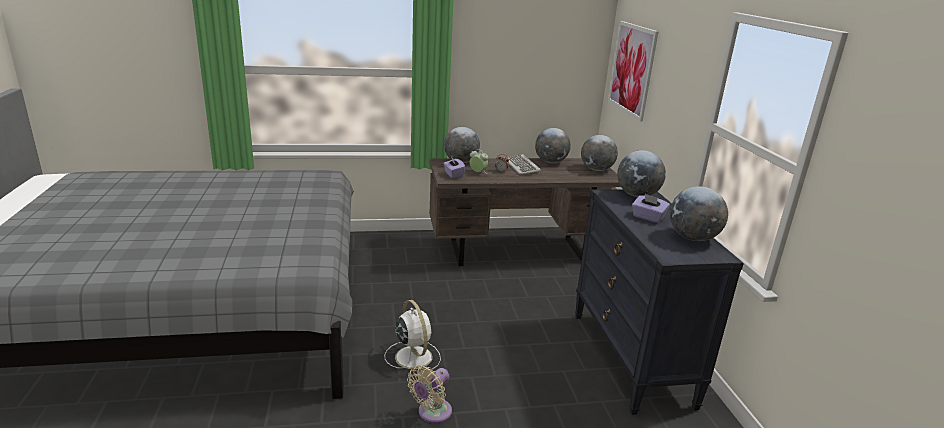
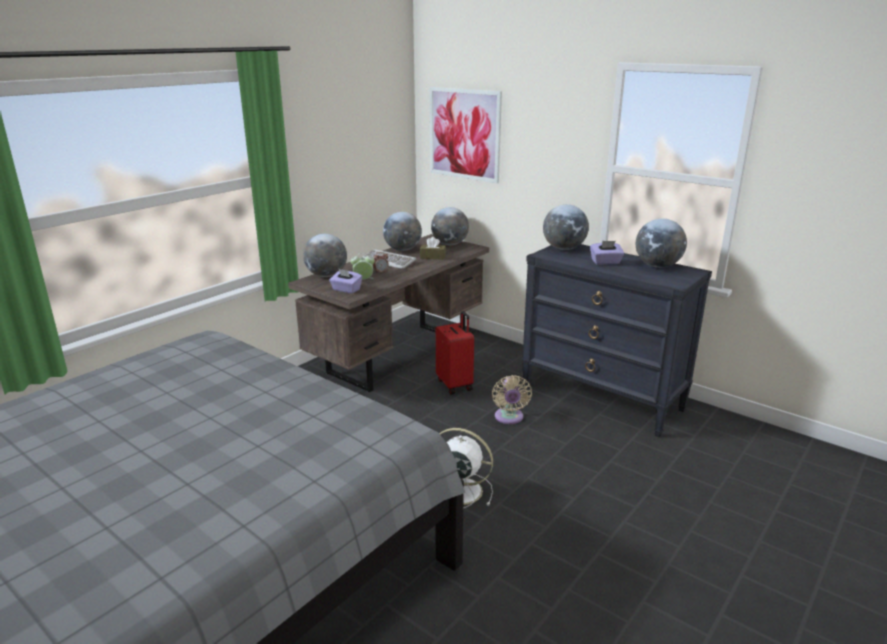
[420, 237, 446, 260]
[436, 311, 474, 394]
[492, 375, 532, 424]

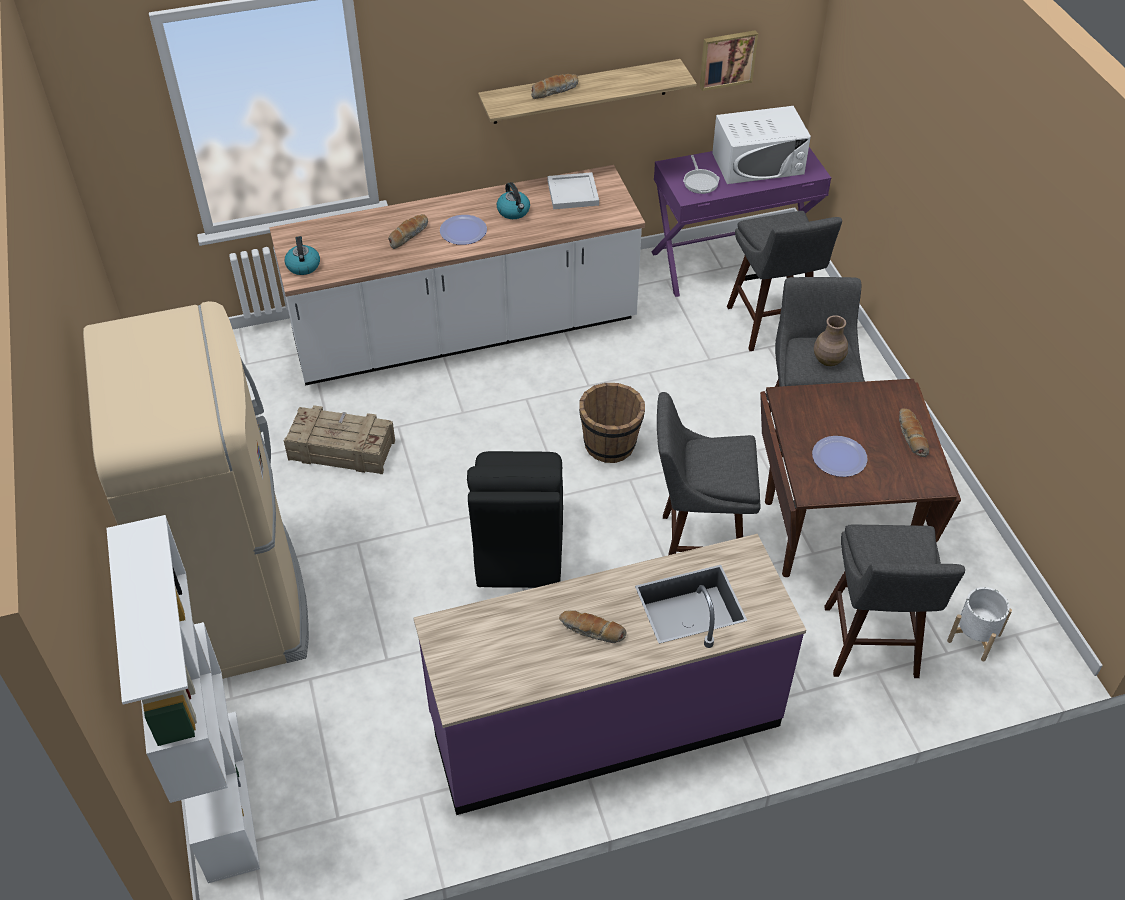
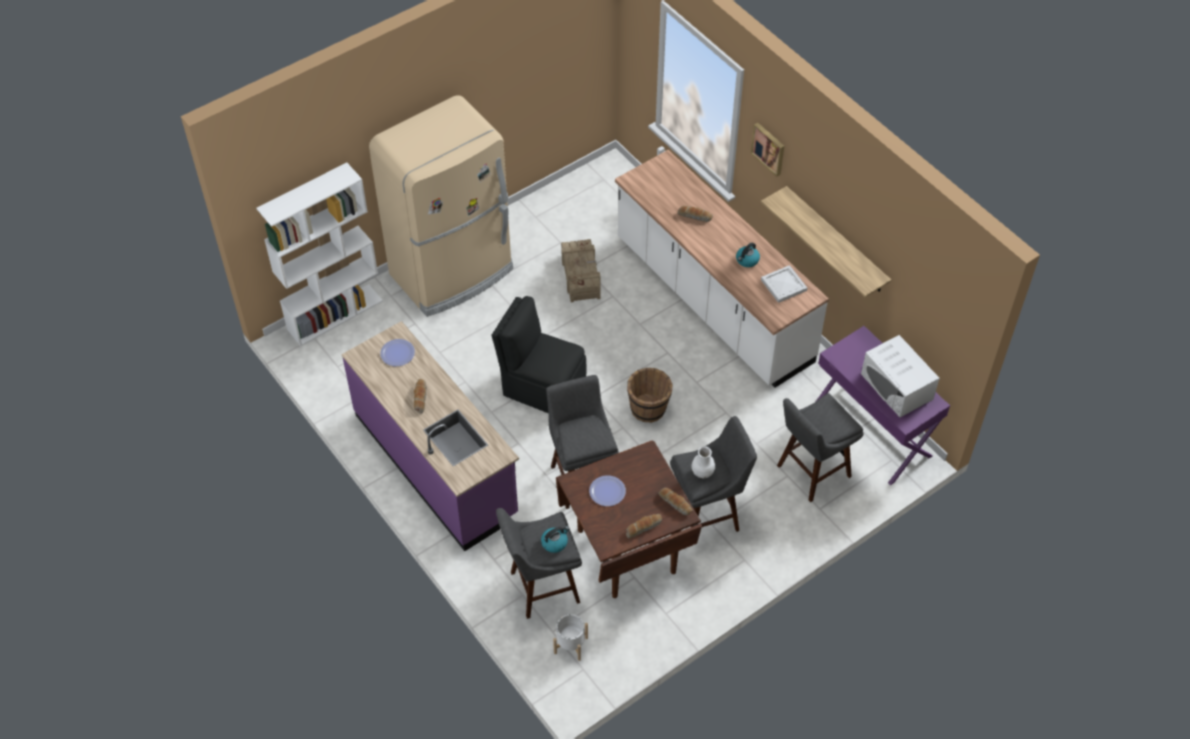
[683, 155, 720, 194] (first image)
[541, 526, 569, 553]
[380, 339, 415, 366]
[658, 488, 693, 515]
[751, 123, 784, 177]
[691, 446, 715, 479]
[491, 296, 586, 413]

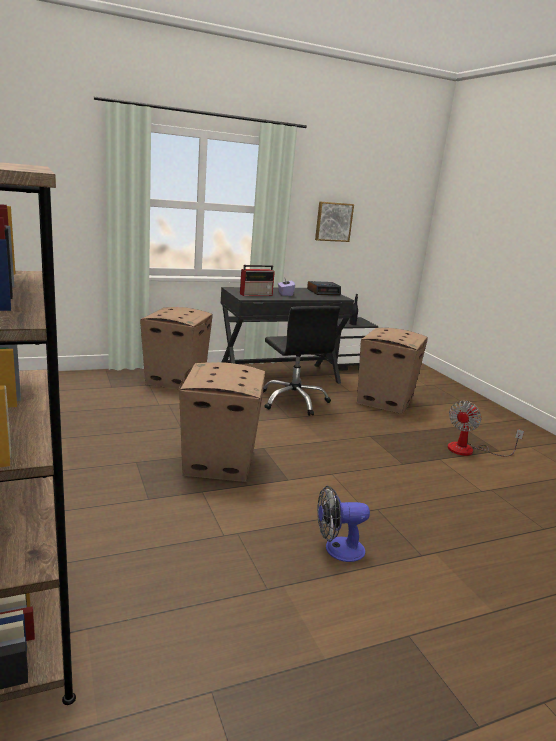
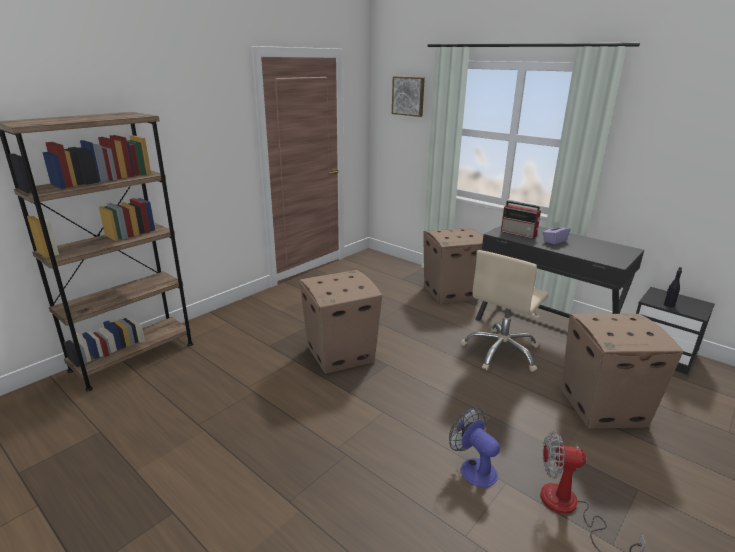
[307, 281, 341, 295] (first image)
[392, 76, 425, 117]
[449, 408, 500, 488]
[461, 250, 549, 372]

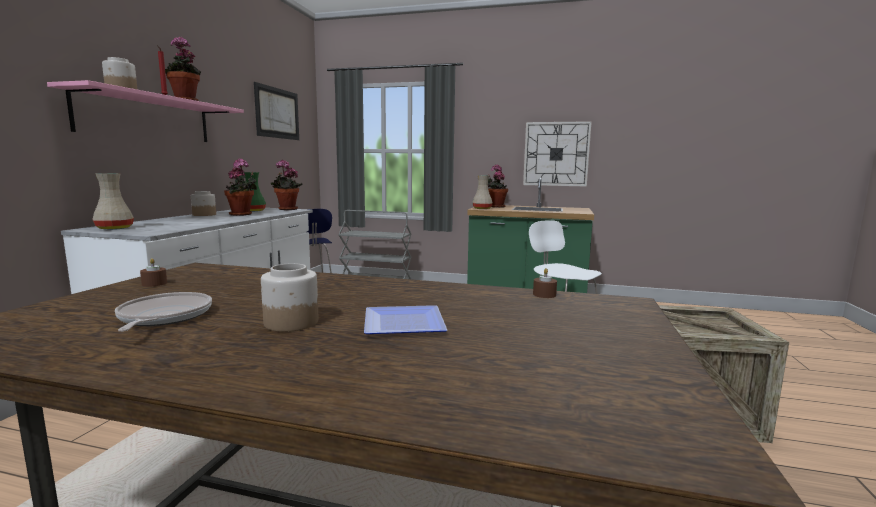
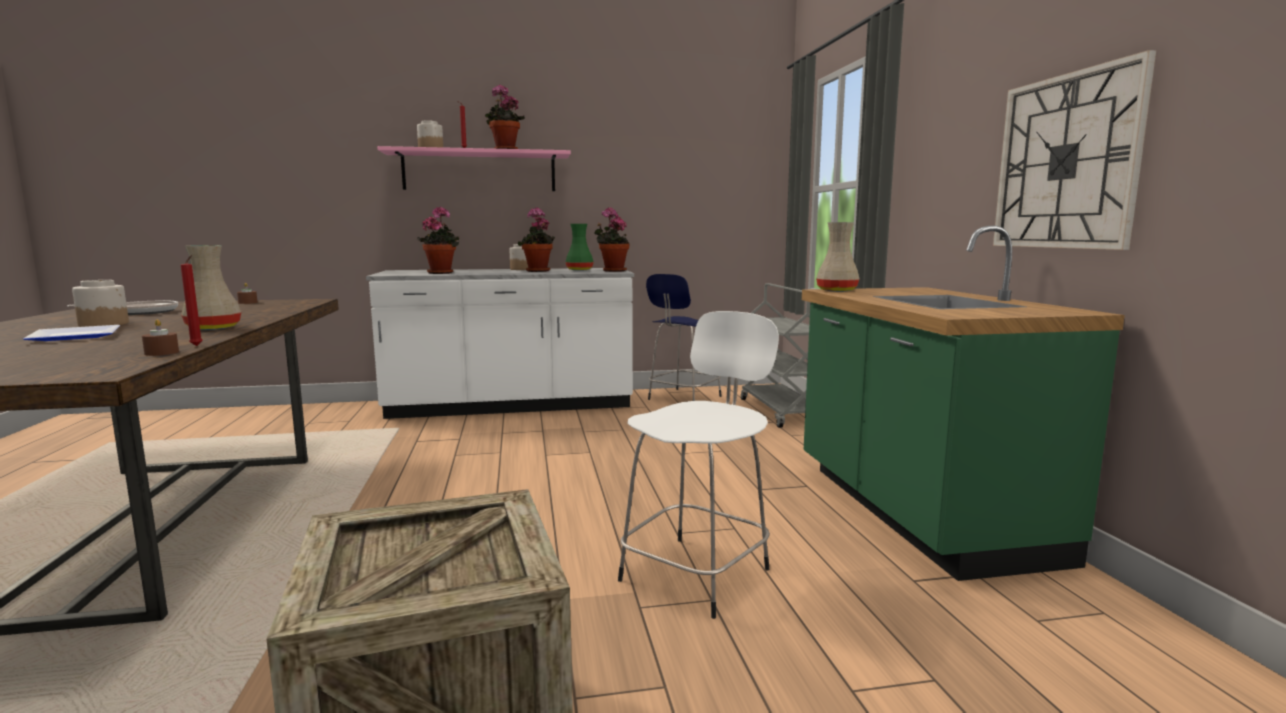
[254, 82, 299, 140] (first image)
[181, 255, 203, 346]
[181, 245, 241, 330]
[417, 206, 460, 274]

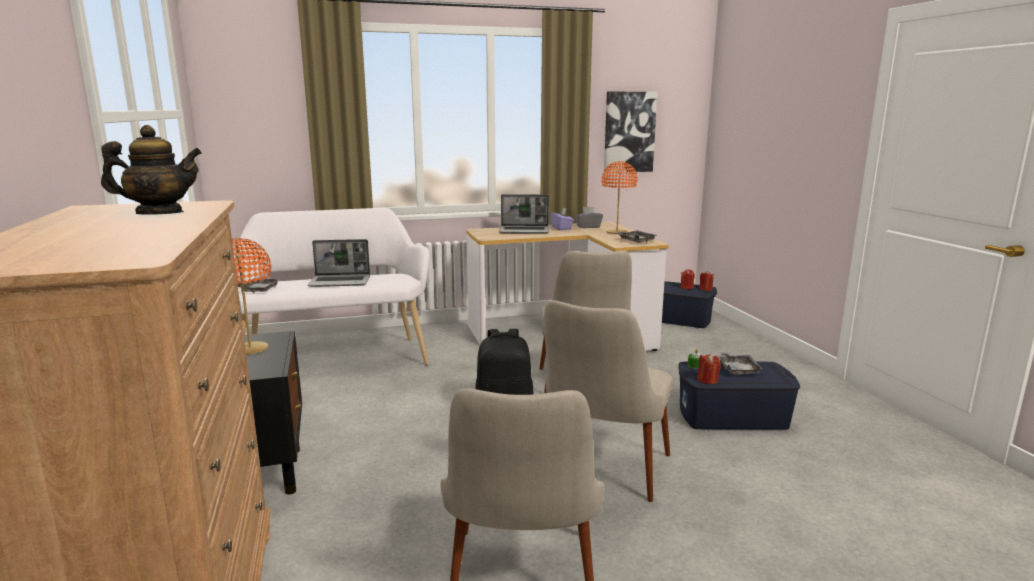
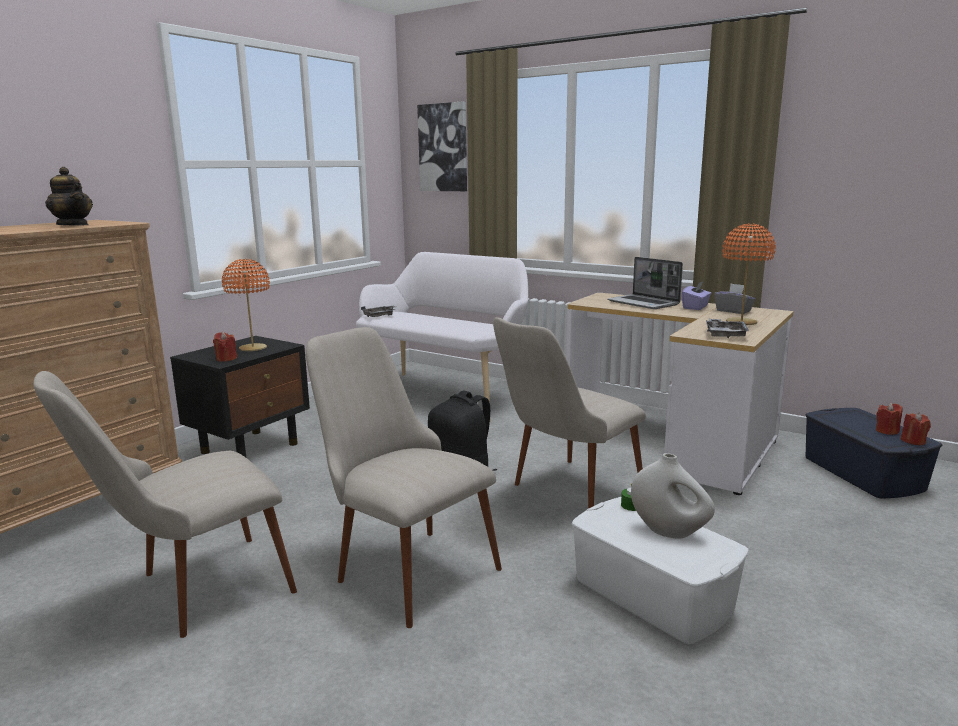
[308, 239, 370, 287] (first image)
[417, 101, 467, 191]
[213, 332, 237, 362]
[631, 453, 715, 539]
[572, 497, 749, 644]
[306, 327, 502, 628]

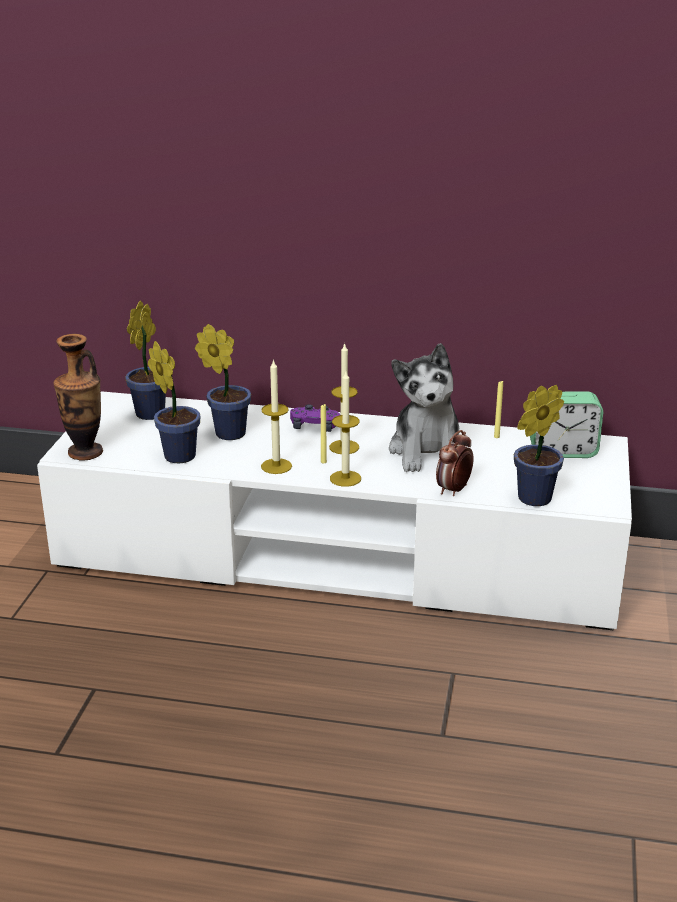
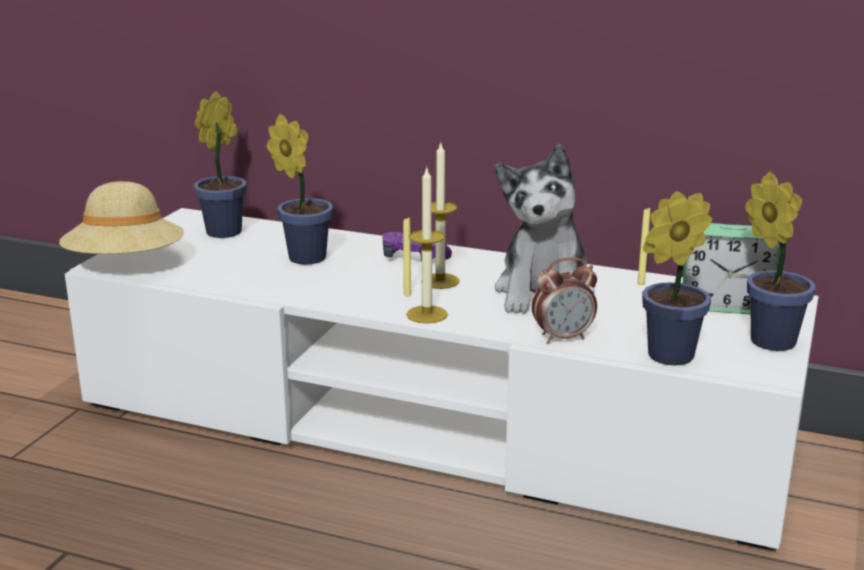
[261, 359, 292, 474] (first image)
[745, 172, 815, 351]
[59, 181, 184, 254]
[532, 257, 597, 344]

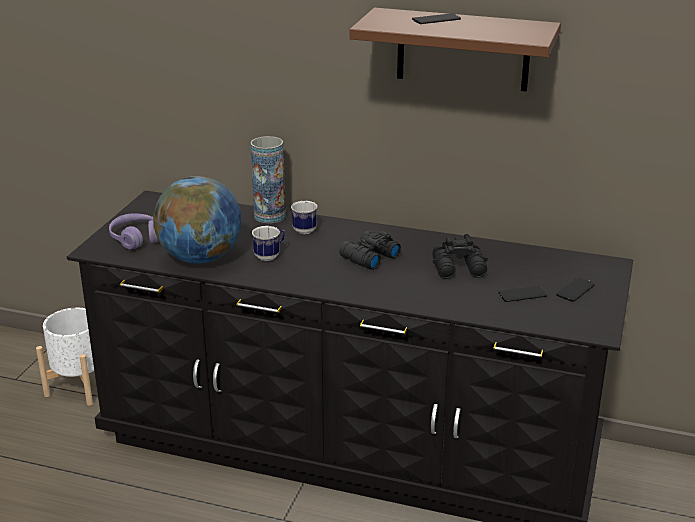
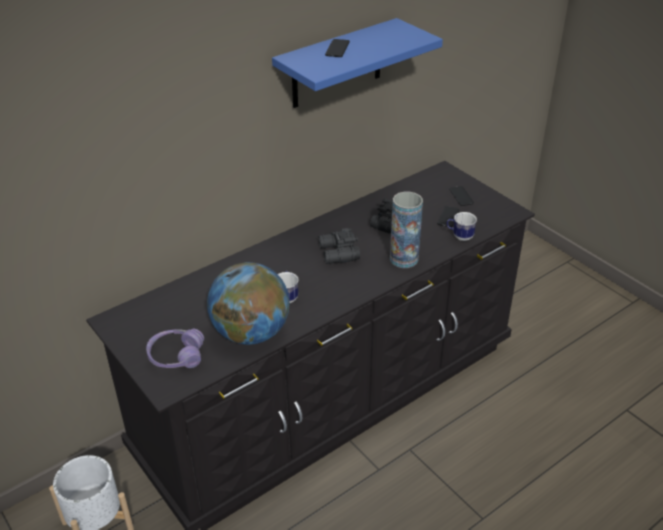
[390, 192, 423, 268]
[447, 212, 477, 241]
[272, 18, 443, 108]

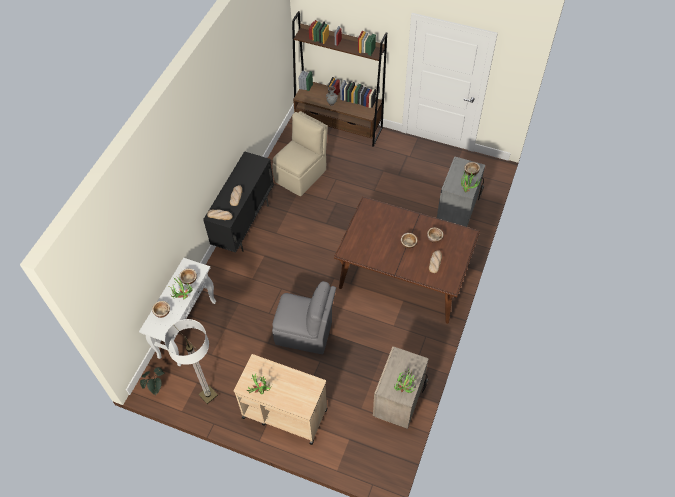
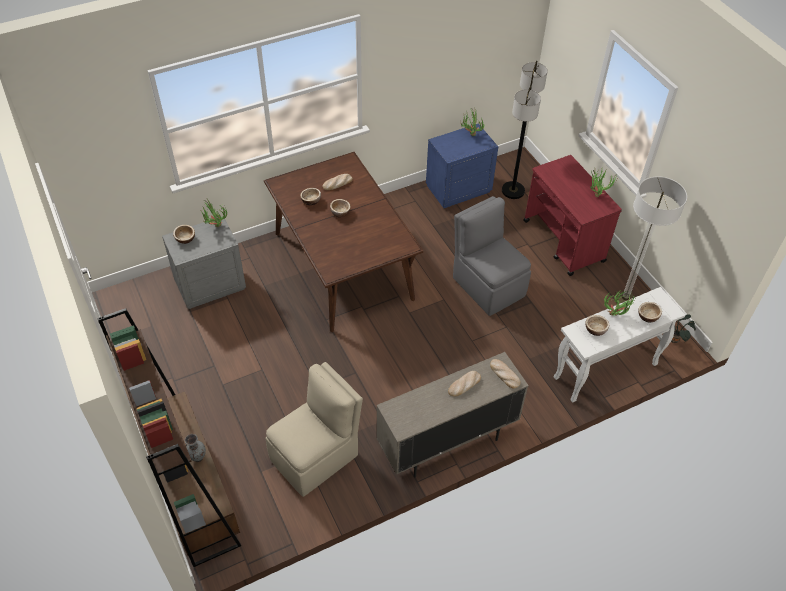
[502, 61, 548, 199]
[377, 352, 529, 478]
[523, 155, 622, 276]
[426, 123, 498, 208]
[265, 362, 363, 497]

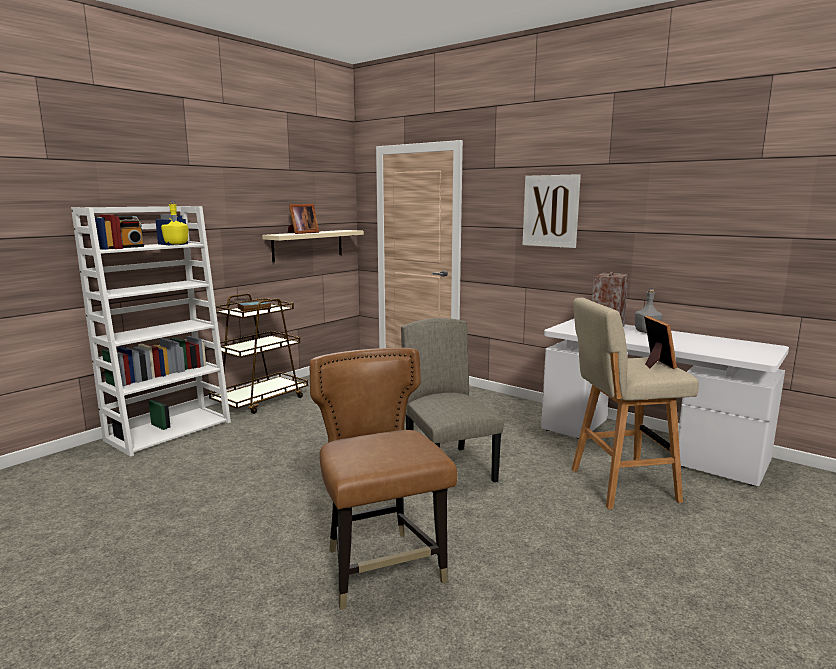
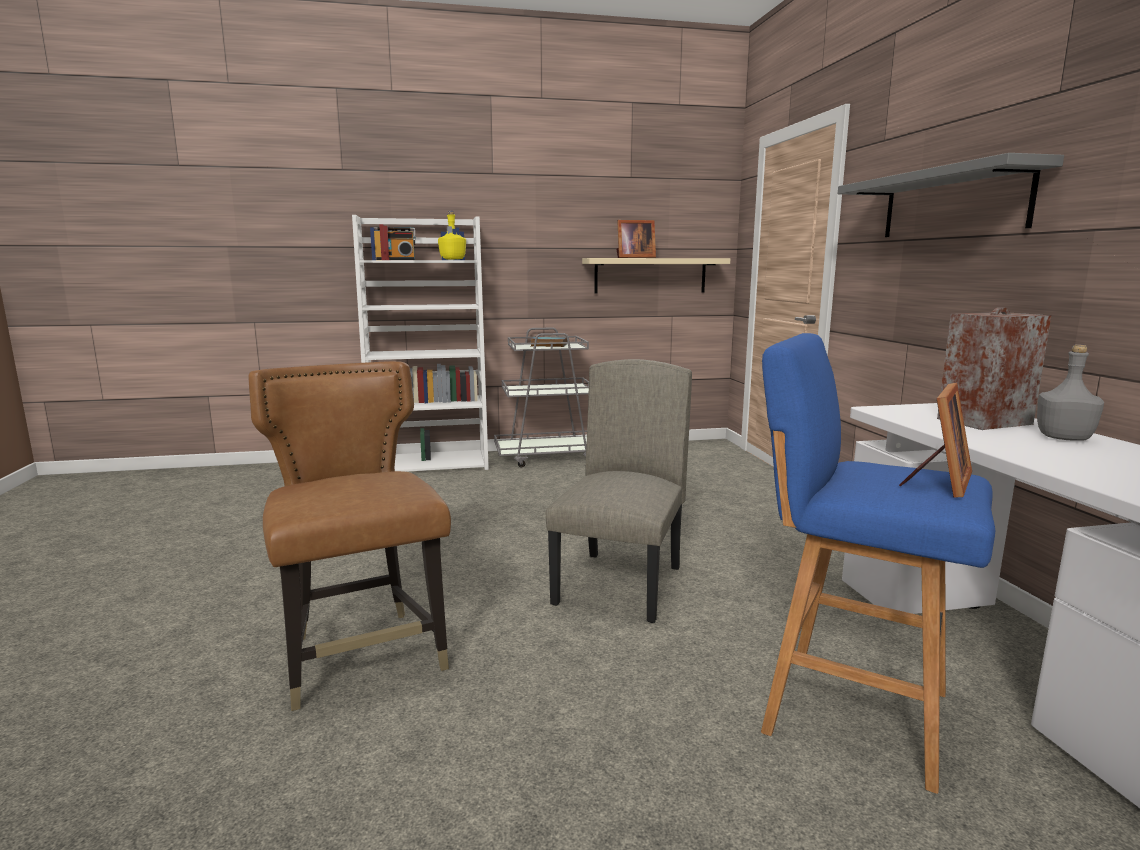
[838, 153, 1064, 237]
[494, 328, 589, 467]
[761, 333, 995, 794]
[248, 361, 451, 711]

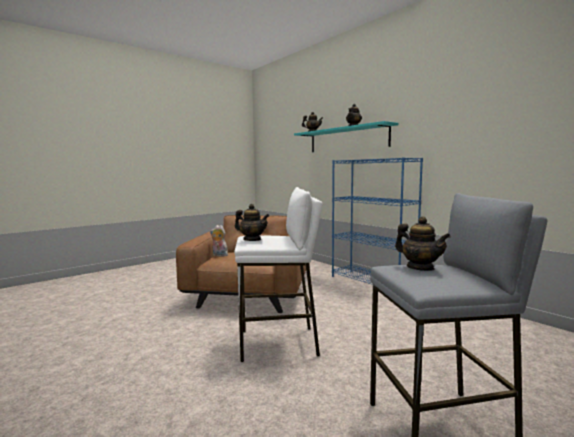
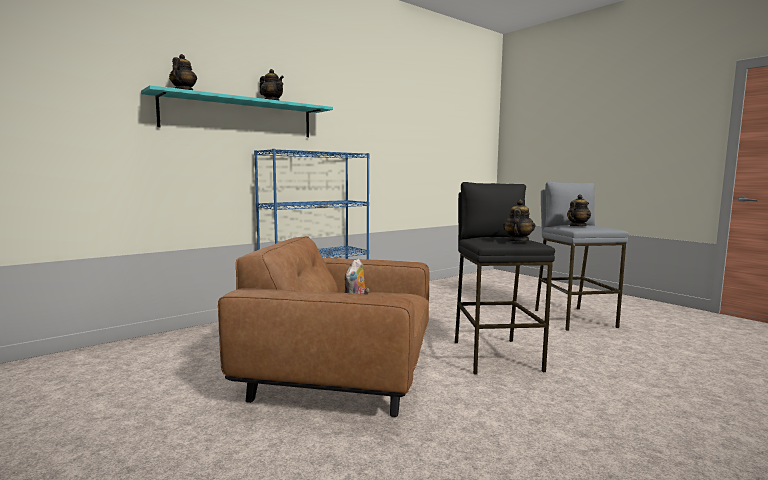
[455, 182, 555, 375]

